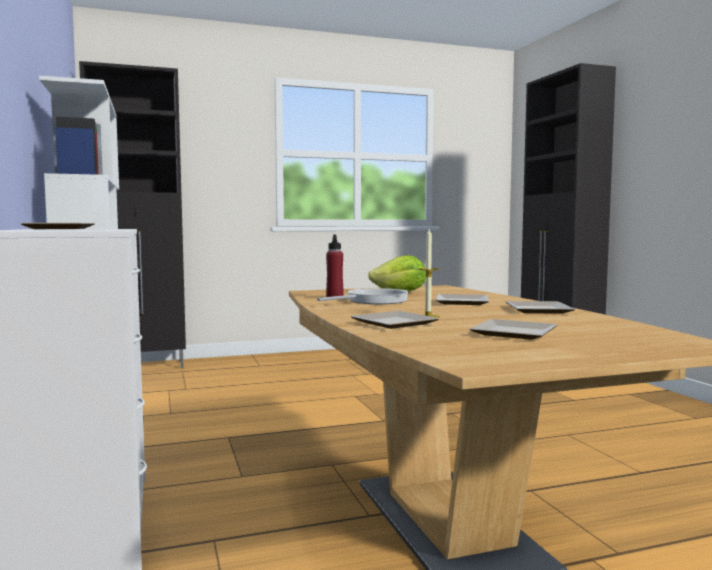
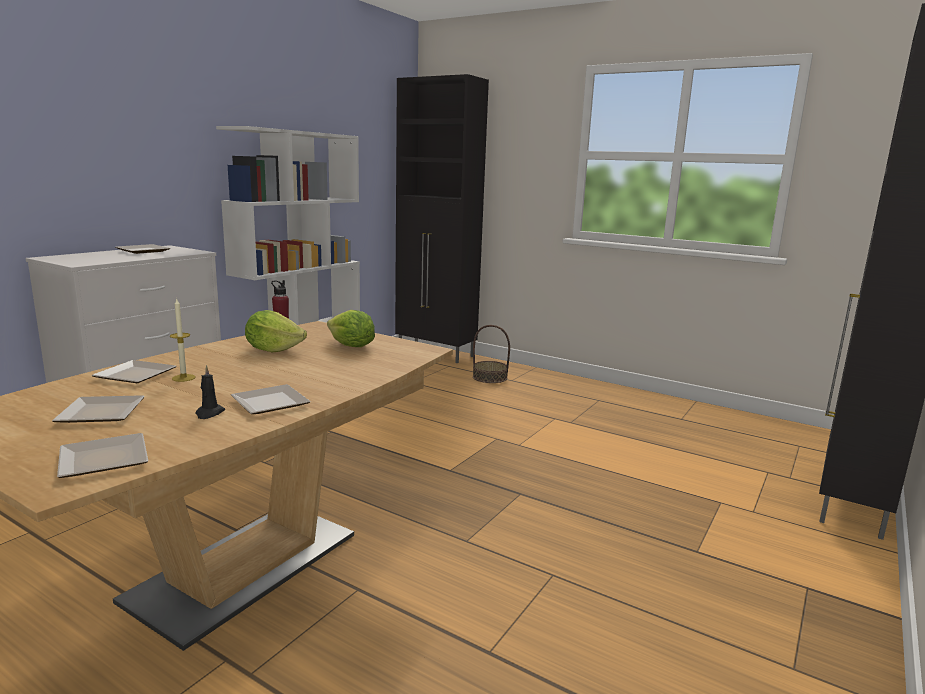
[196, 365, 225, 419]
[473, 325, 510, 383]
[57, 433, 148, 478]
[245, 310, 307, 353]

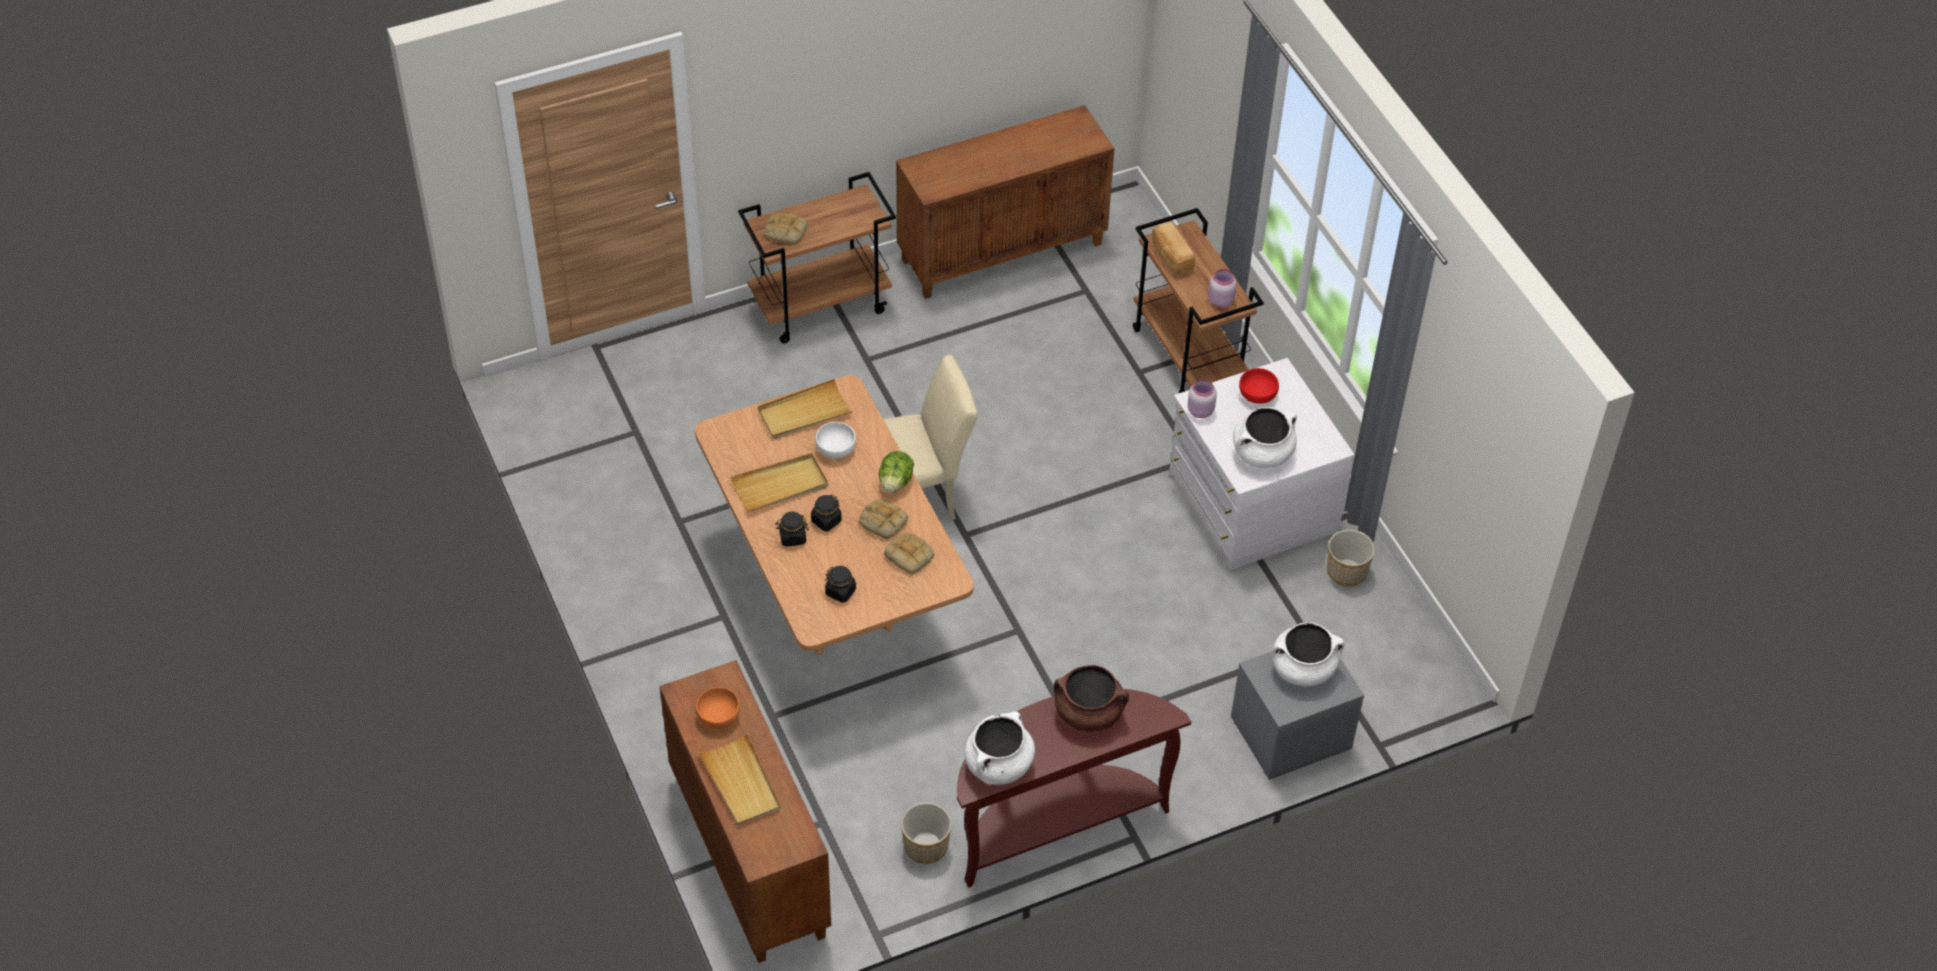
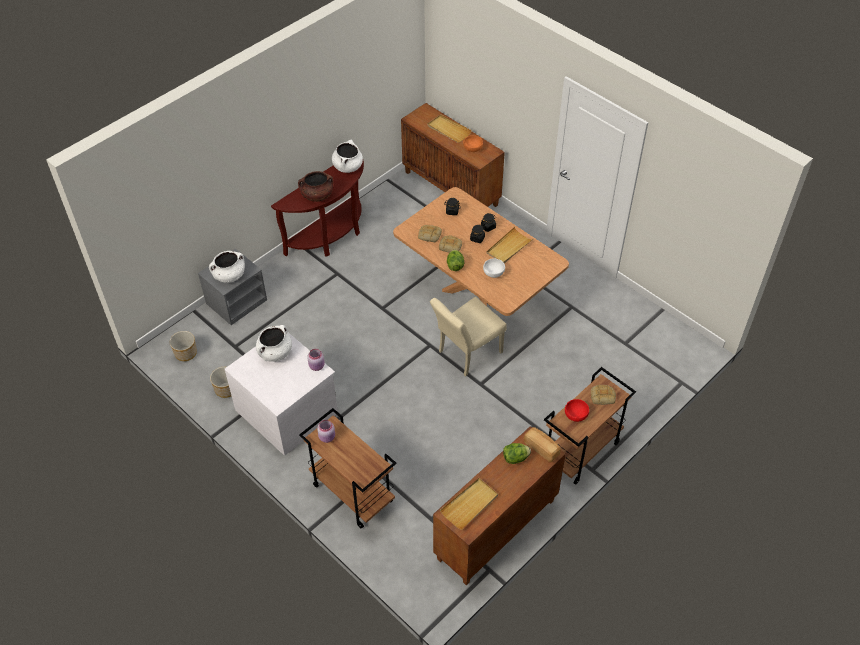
[503, 443, 531, 464]
[440, 478, 498, 530]
[170, 331, 197, 361]
[524, 427, 561, 462]
[565, 399, 589, 422]

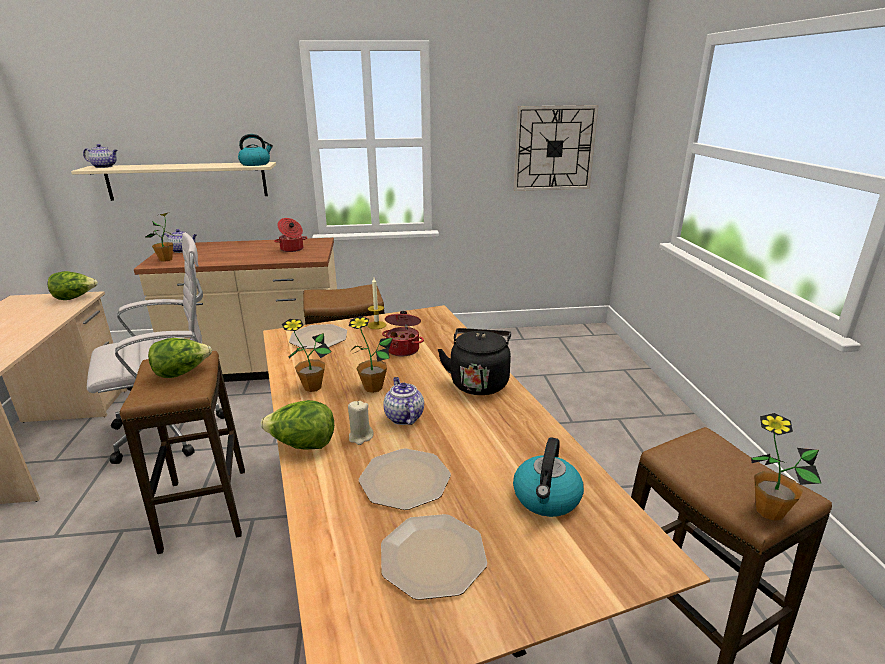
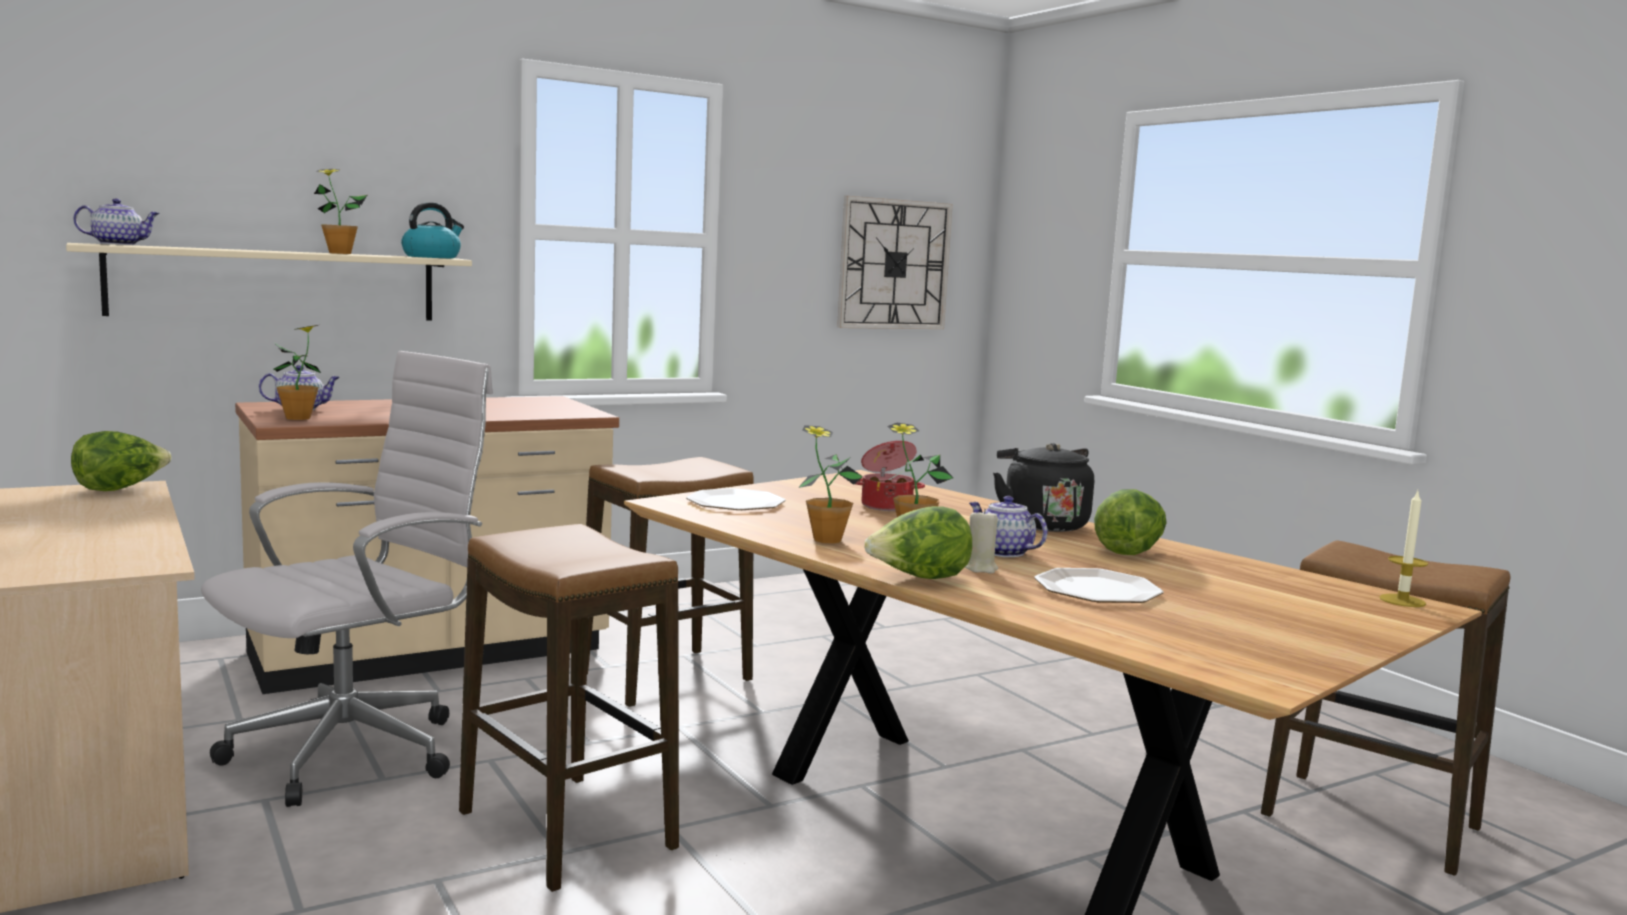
[274, 218, 307, 252] (first image)
[381, 514, 487, 600] (first image)
[513, 437, 584, 517] (first image)
[1094, 489, 1167, 555]
[1379, 491, 1428, 607]
[314, 169, 367, 254]

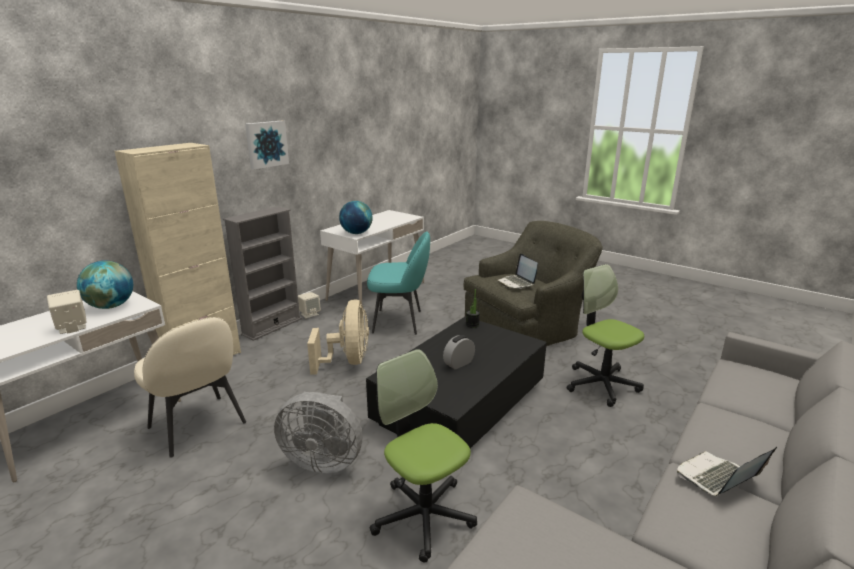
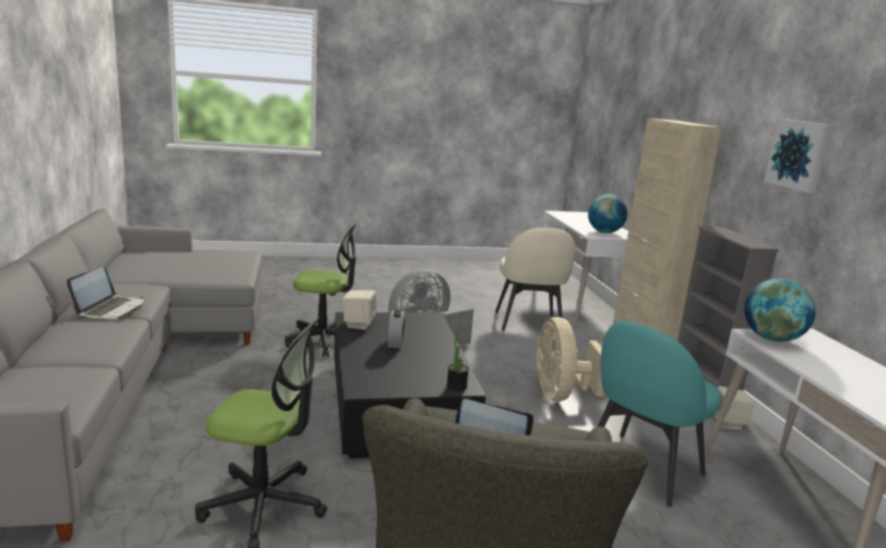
[343, 290, 376, 330]
[495, 227, 575, 331]
[536, 317, 604, 402]

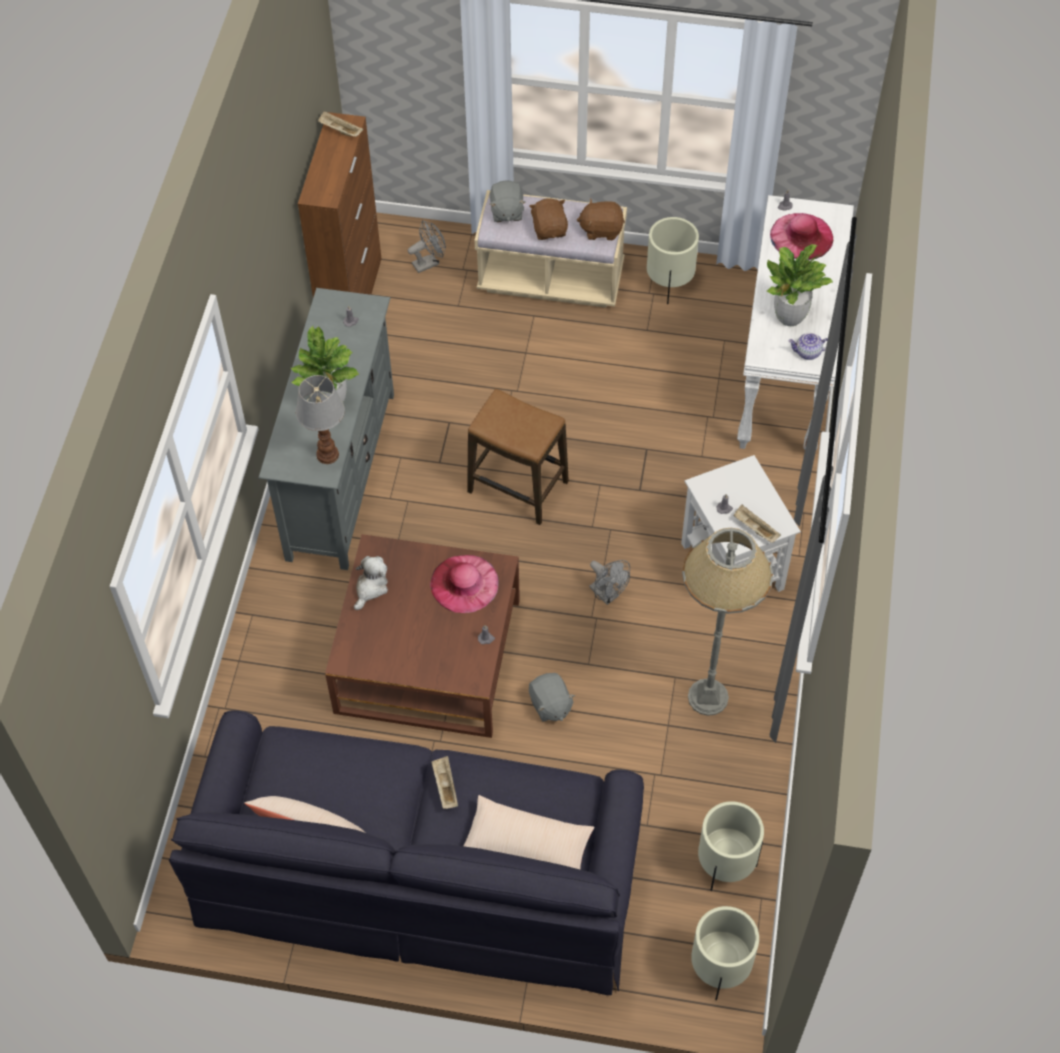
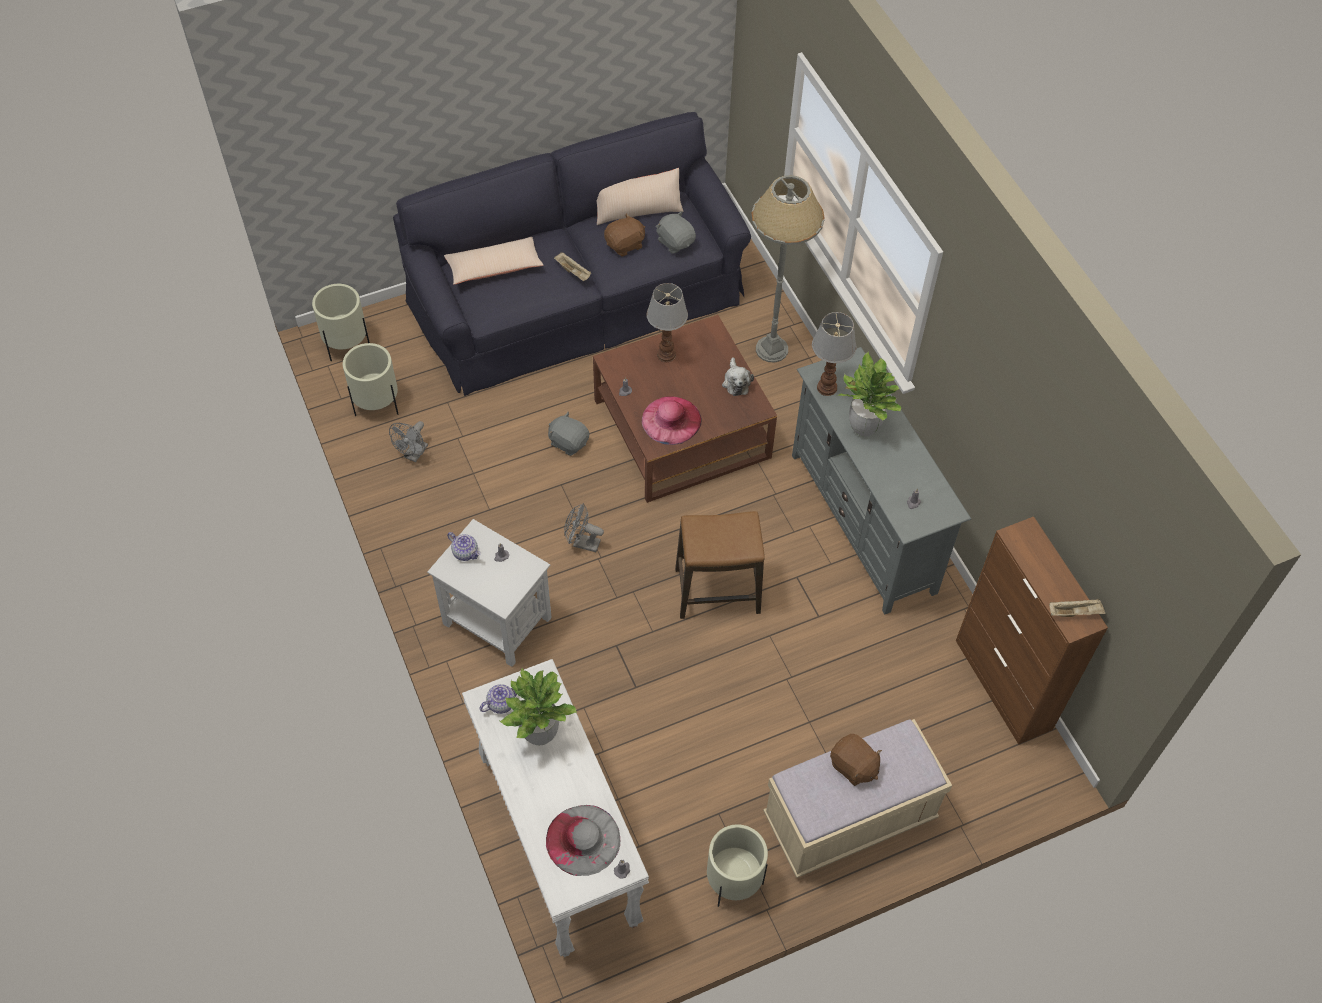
[647, 283, 688, 362]
[389, 421, 428, 463]
[656, 211, 696, 254]
[604, 213, 645, 256]
[751, 175, 825, 363]
[447, 532, 481, 561]
[546, 805, 620, 876]

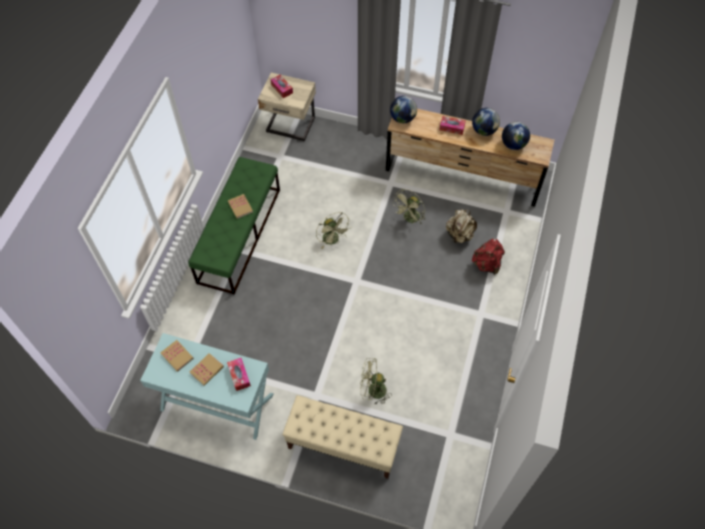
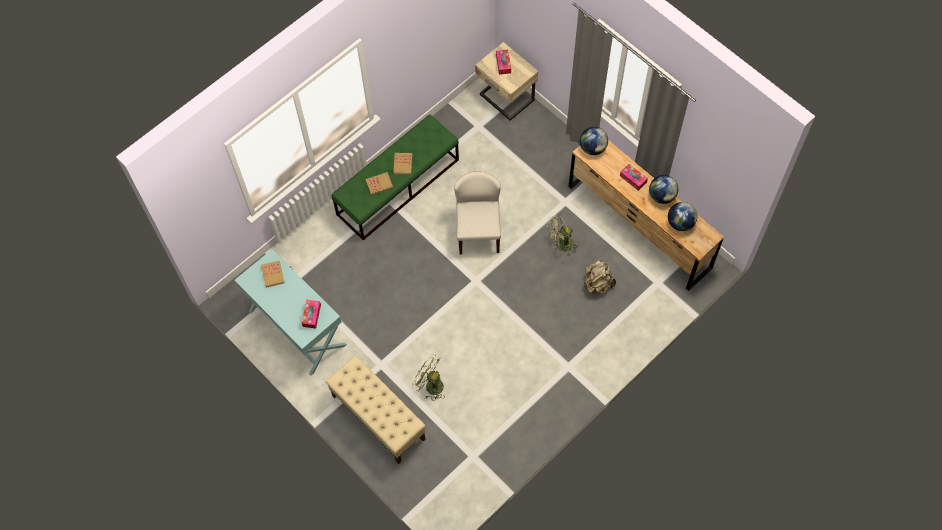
[472, 239, 505, 275] (first image)
[366, 172, 393, 195]
[454, 171, 501, 254]

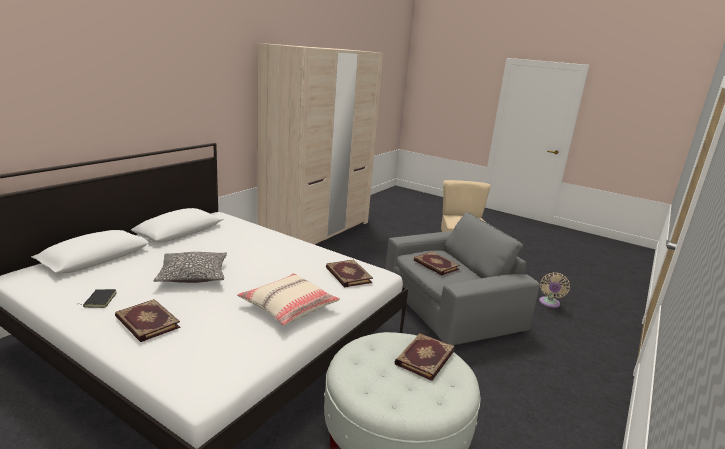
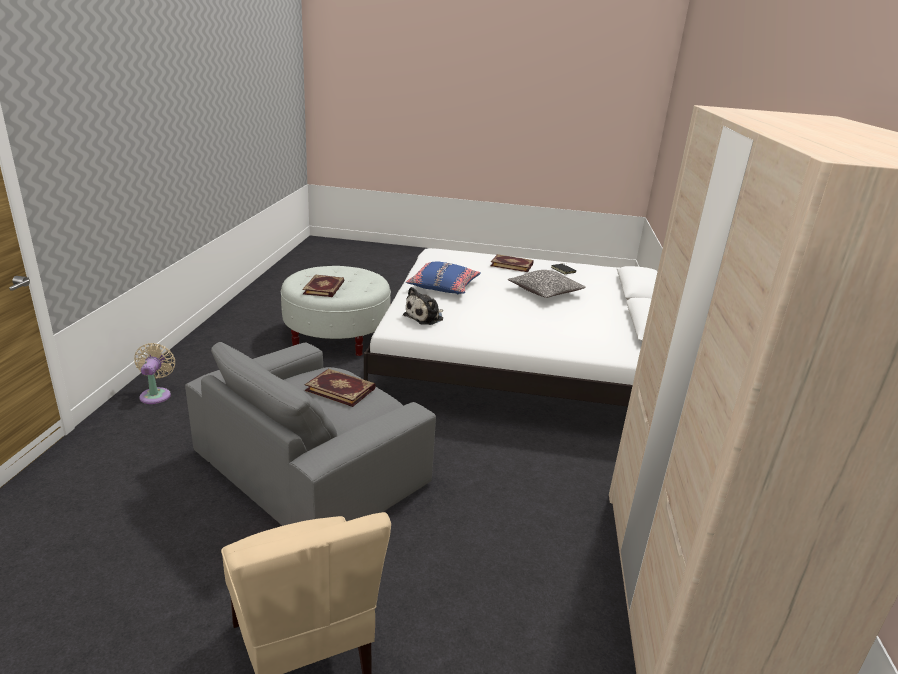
[134, 343, 175, 404]
[403, 287, 443, 325]
[406, 261, 481, 294]

